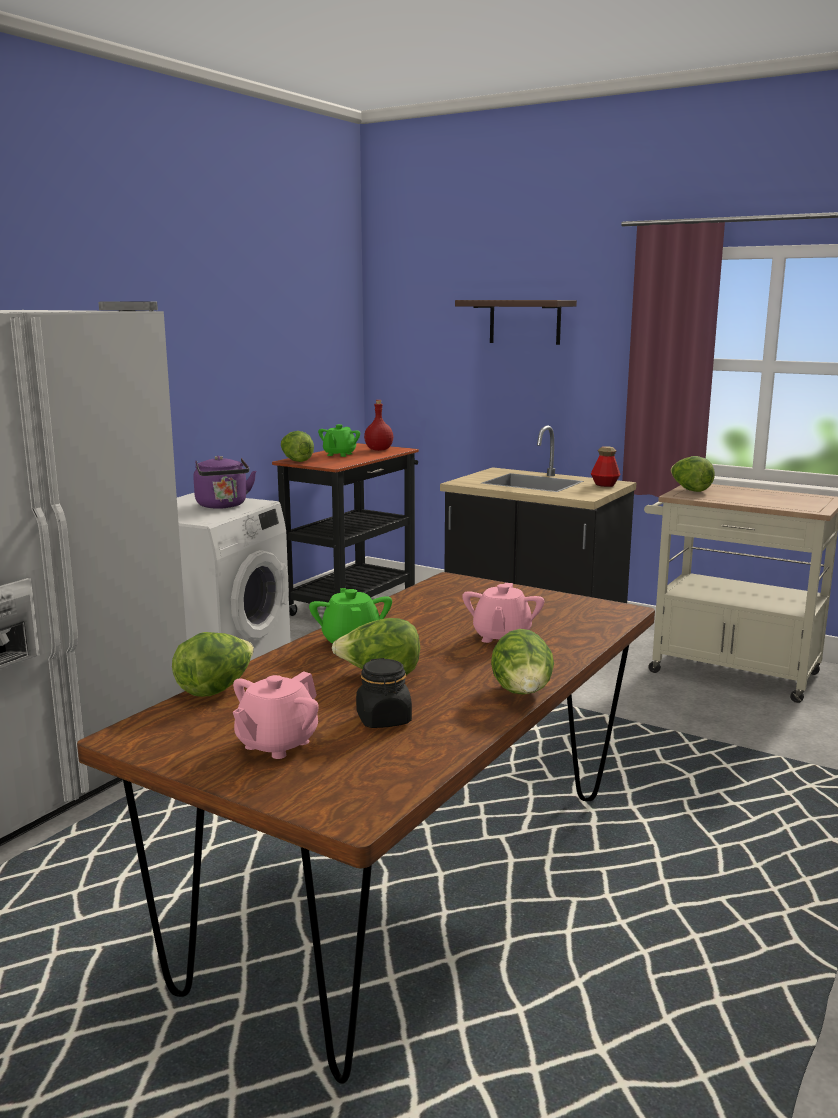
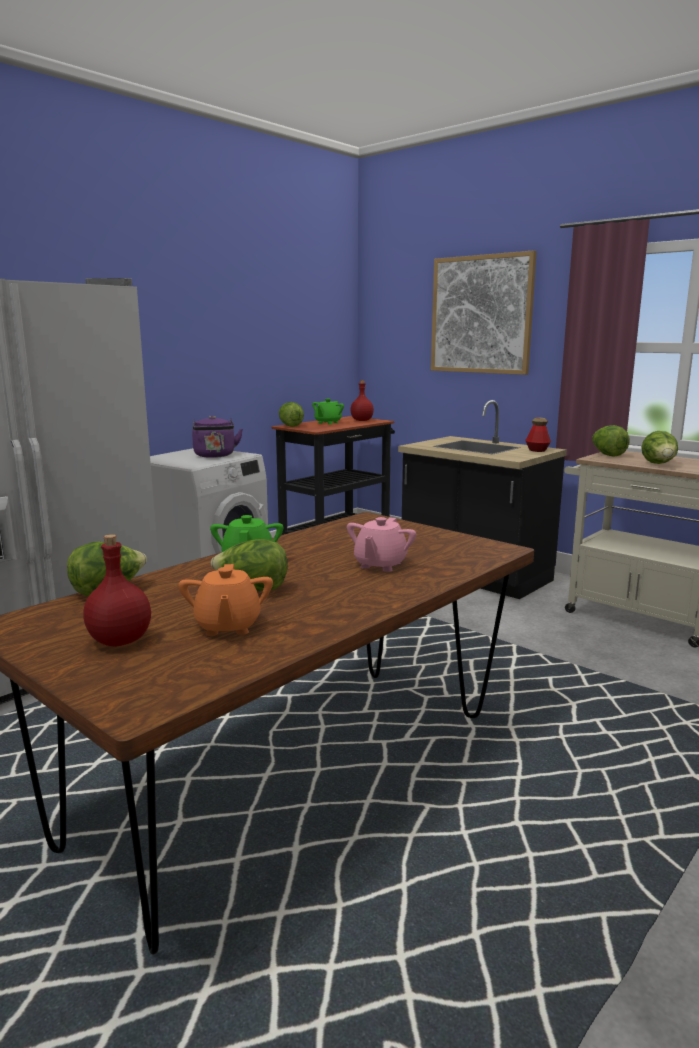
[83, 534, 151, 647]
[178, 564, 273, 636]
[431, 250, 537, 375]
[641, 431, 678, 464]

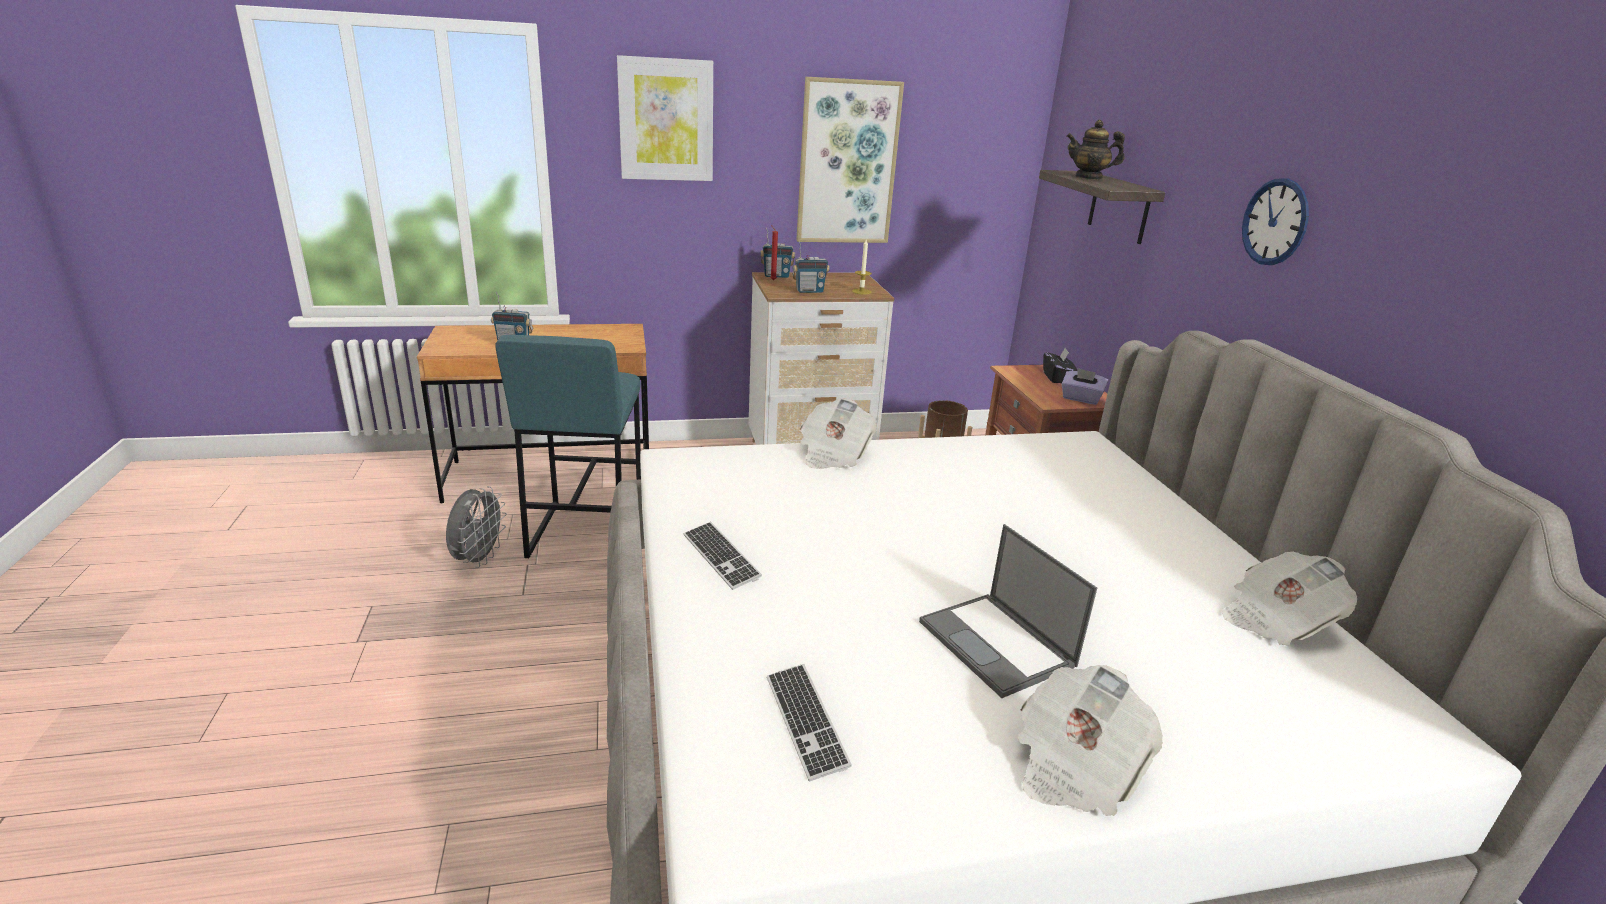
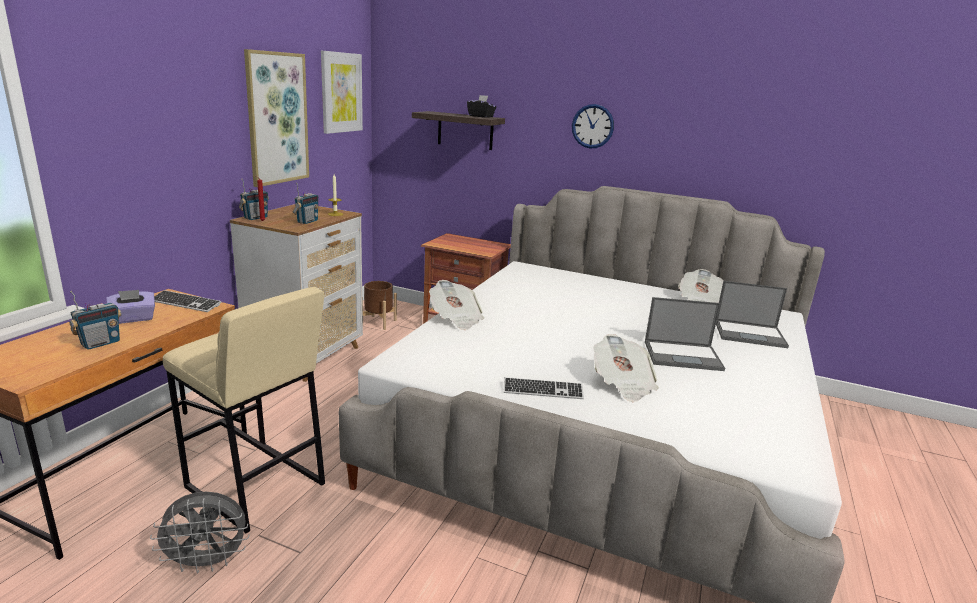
[106, 290, 155, 324]
[150, 492, 249, 574]
[154, 290, 221, 312]
[163, 287, 325, 533]
[321, 51, 363, 134]
[467, 95, 496, 118]
[593, 334, 659, 402]
[716, 281, 789, 348]
[1066, 120, 1125, 179] (first image)

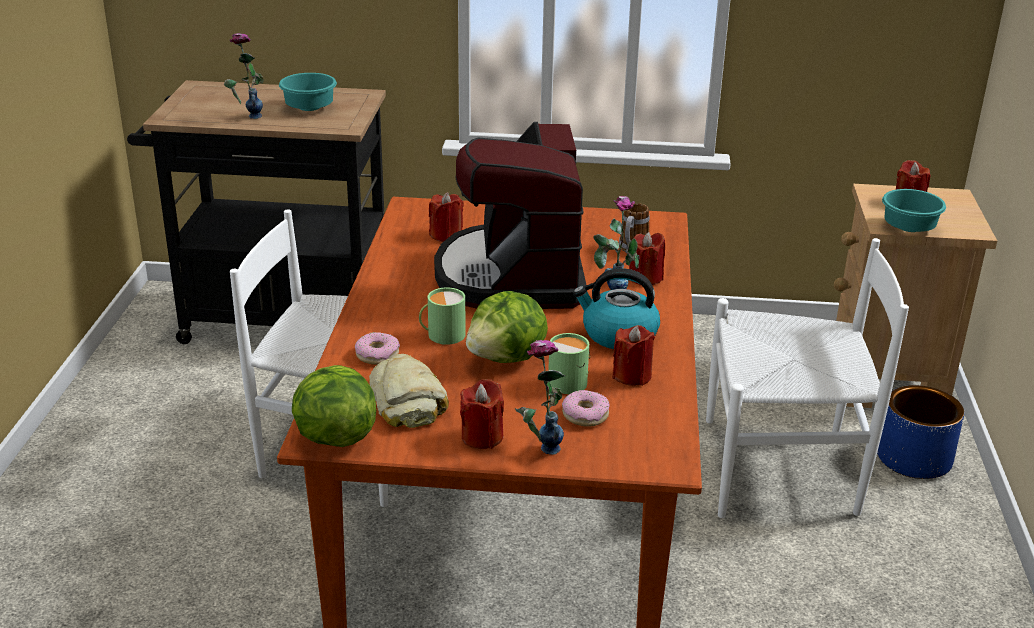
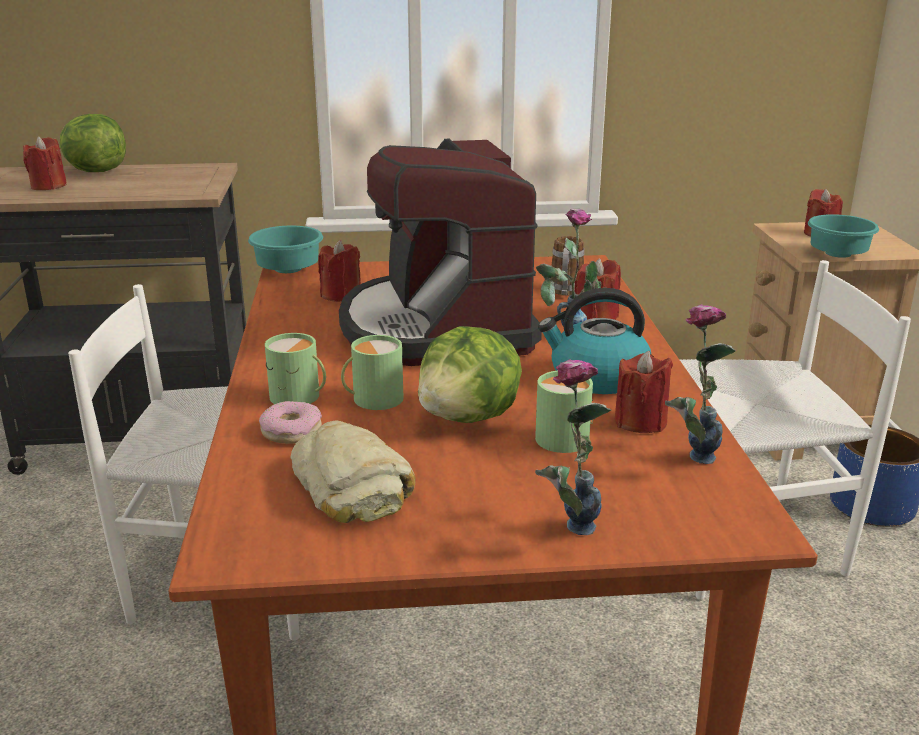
[23, 136, 67, 190]
[60, 114, 126, 172]
[248, 226, 323, 273]
[265, 333, 326, 404]
[665, 304, 736, 464]
[562, 390, 610, 427] (first image)

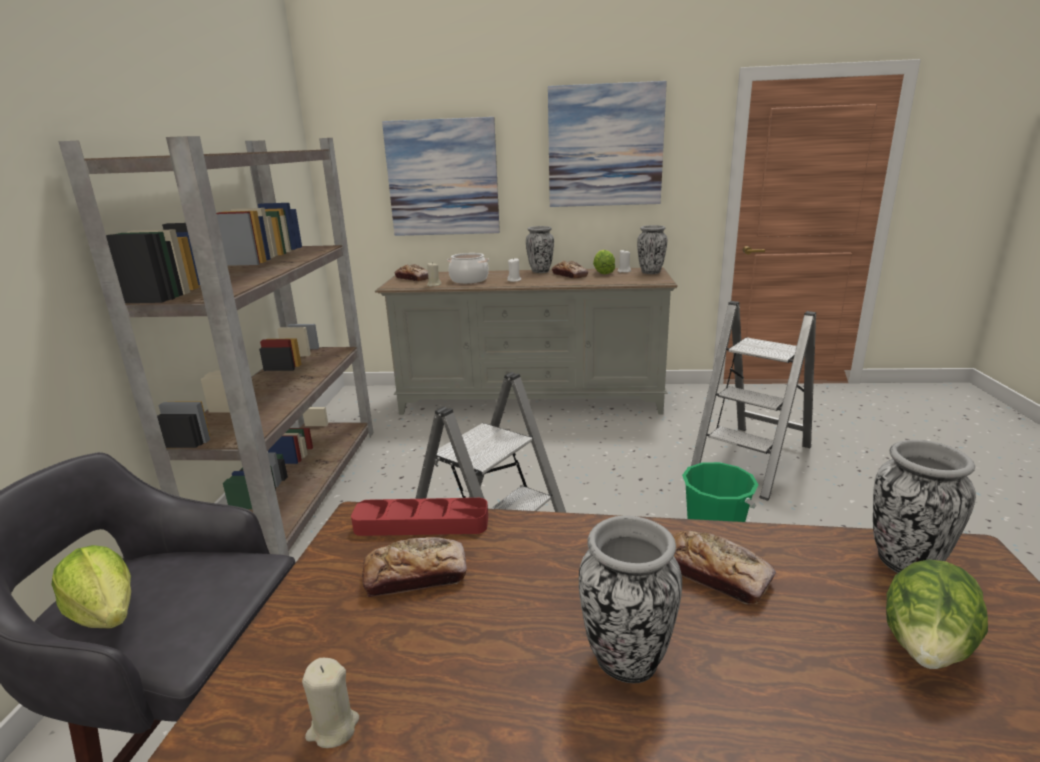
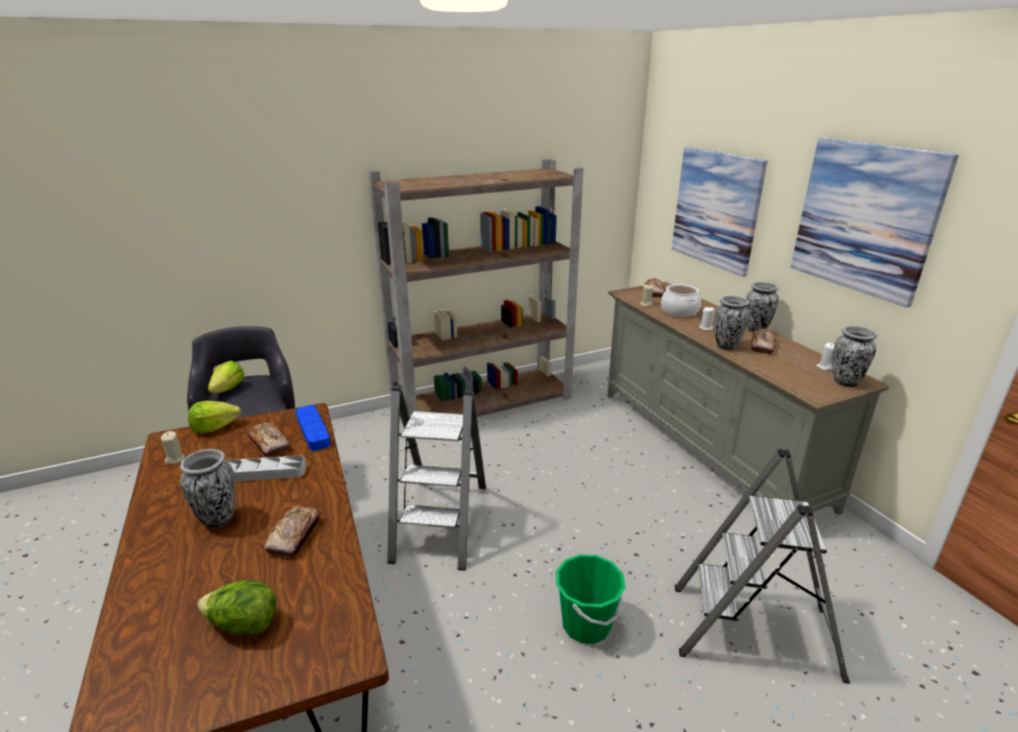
[188, 401, 241, 434]
[226, 456, 306, 481]
[295, 405, 331, 451]
[715, 296, 750, 350]

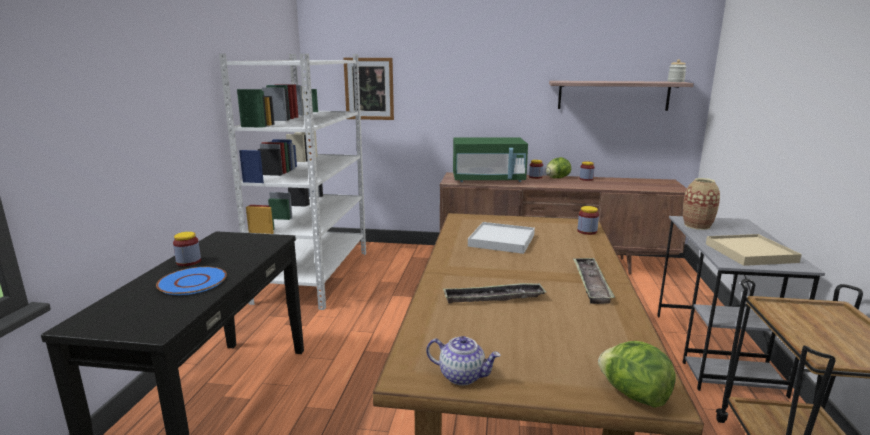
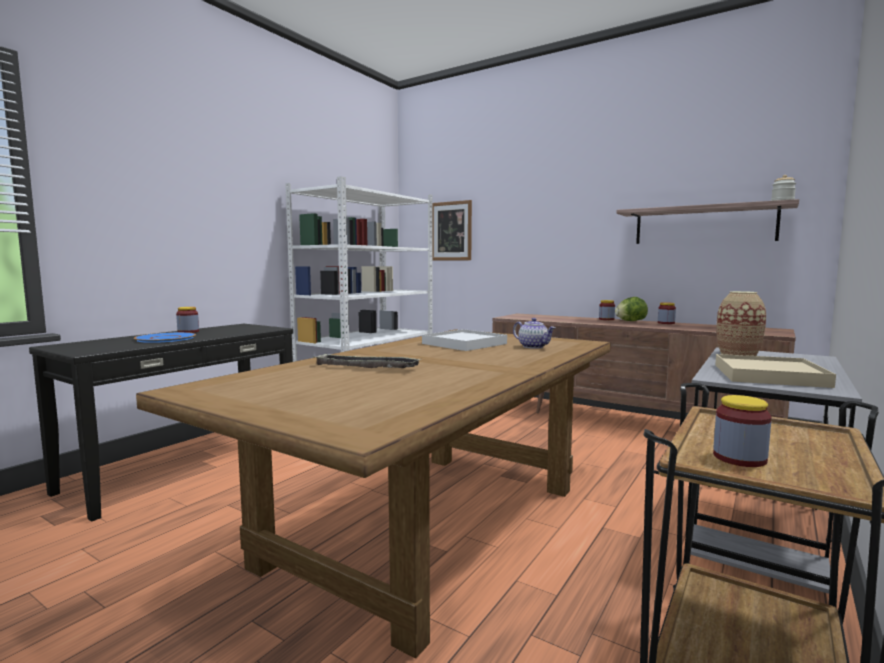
[513, 318, 556, 349]
[713, 395, 771, 467]
[453, 137, 528, 182] (first image)
[573, 258, 615, 304] (first image)
[598, 341, 676, 408] (first image)

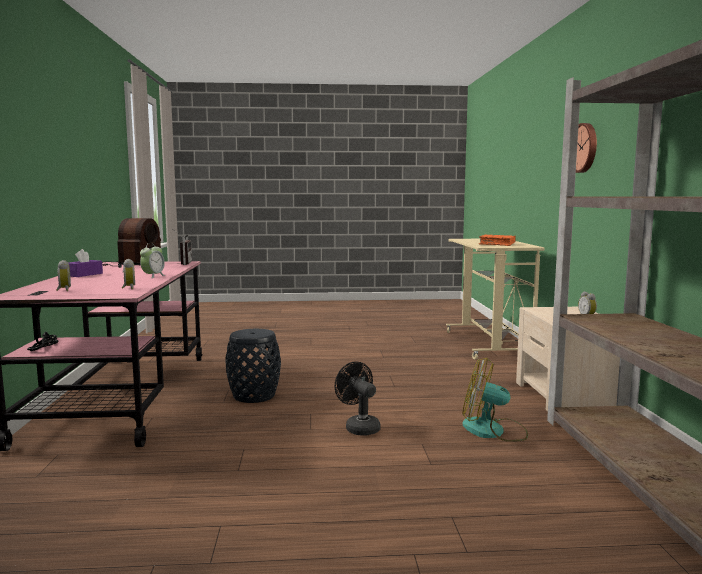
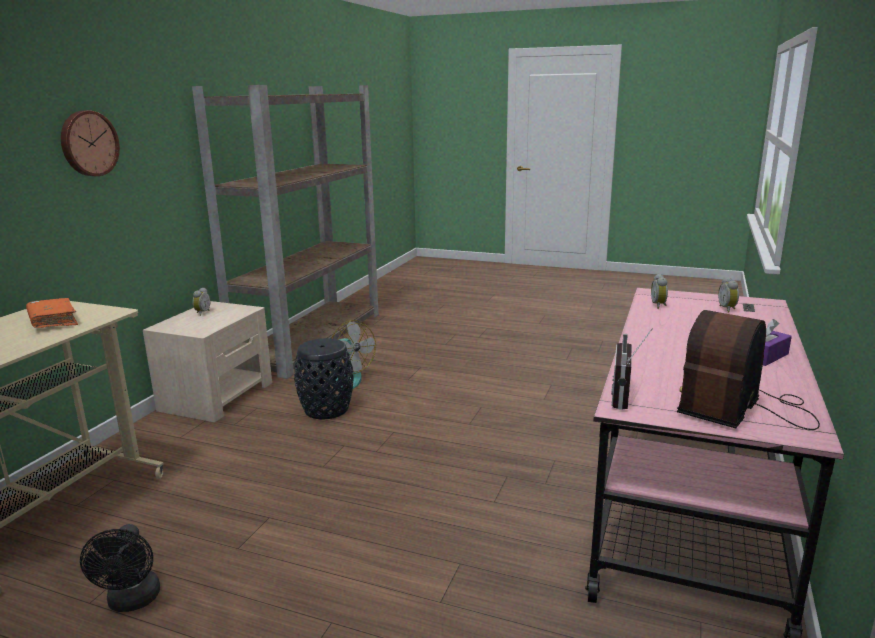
[80, 524, 160, 612]
[294, 338, 354, 419]
[140, 243, 165, 278] (first image)

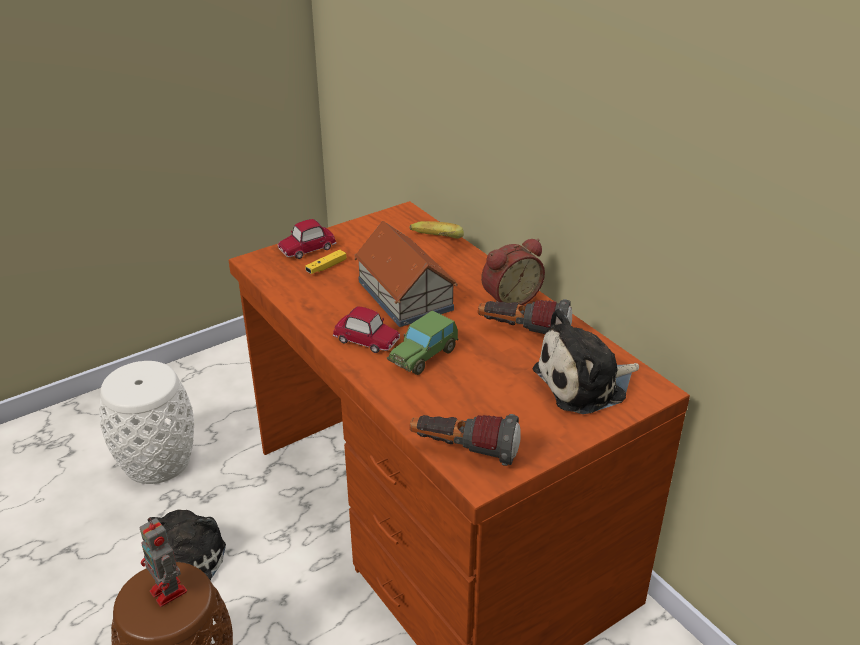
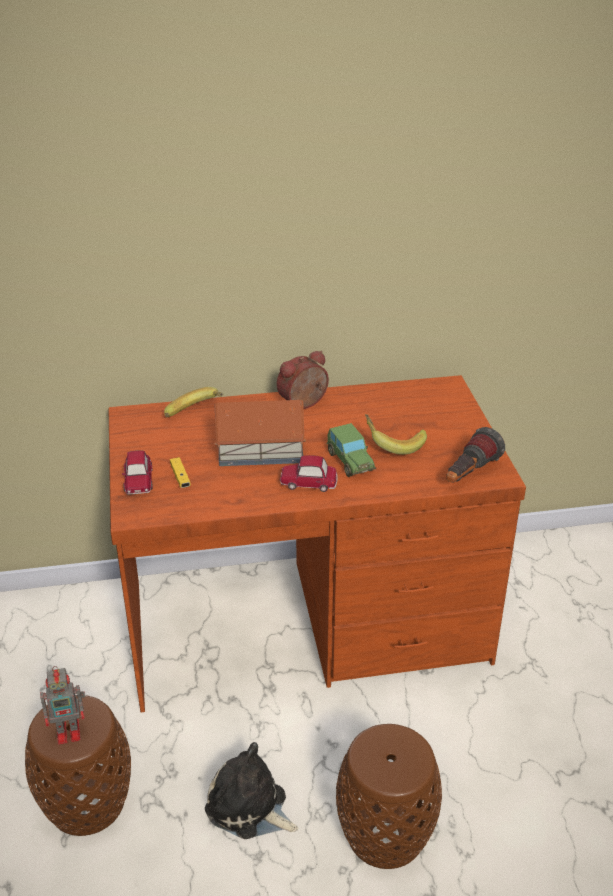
[25, 695, 131, 836]
[40, 666, 85, 745]
[277, 350, 329, 409]
[280, 455, 338, 492]
[365, 414, 427, 455]
[478, 299, 572, 334] (first image)
[533, 309, 639, 414] (first image)

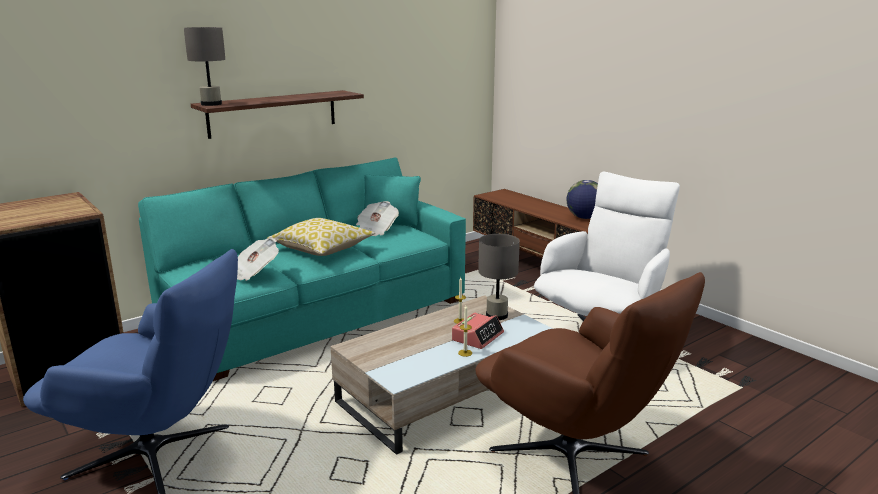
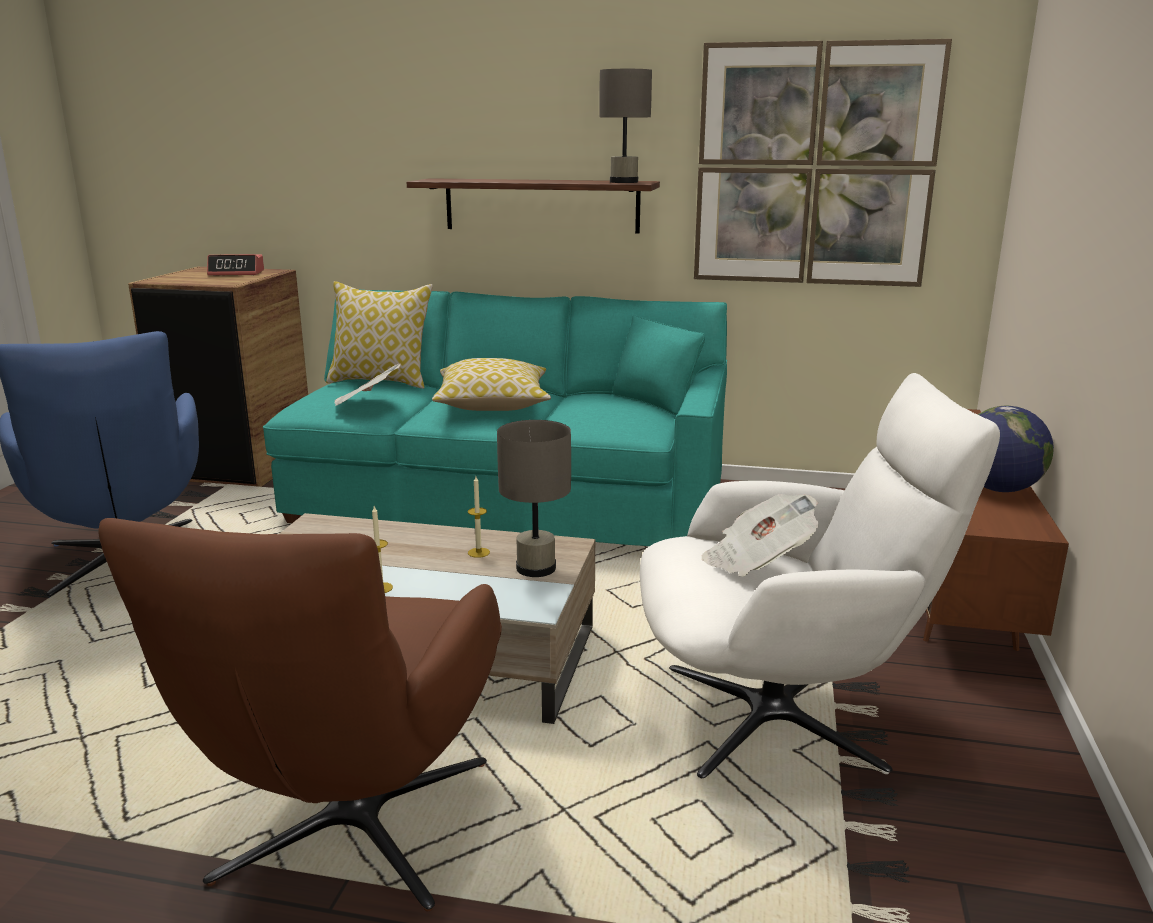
[207, 254, 264, 276]
[326, 281, 433, 389]
[599, 69, 652, 183]
[694, 39, 952, 287]
[702, 494, 819, 576]

